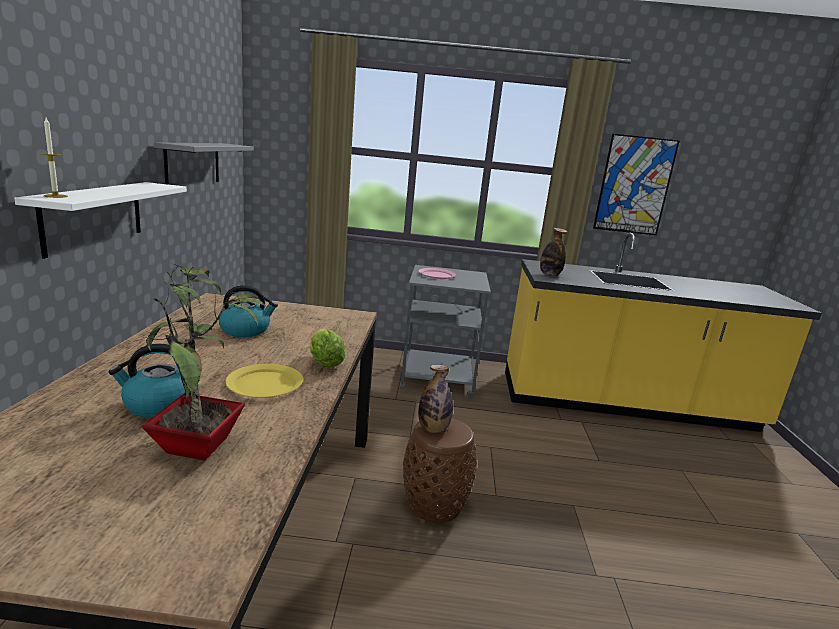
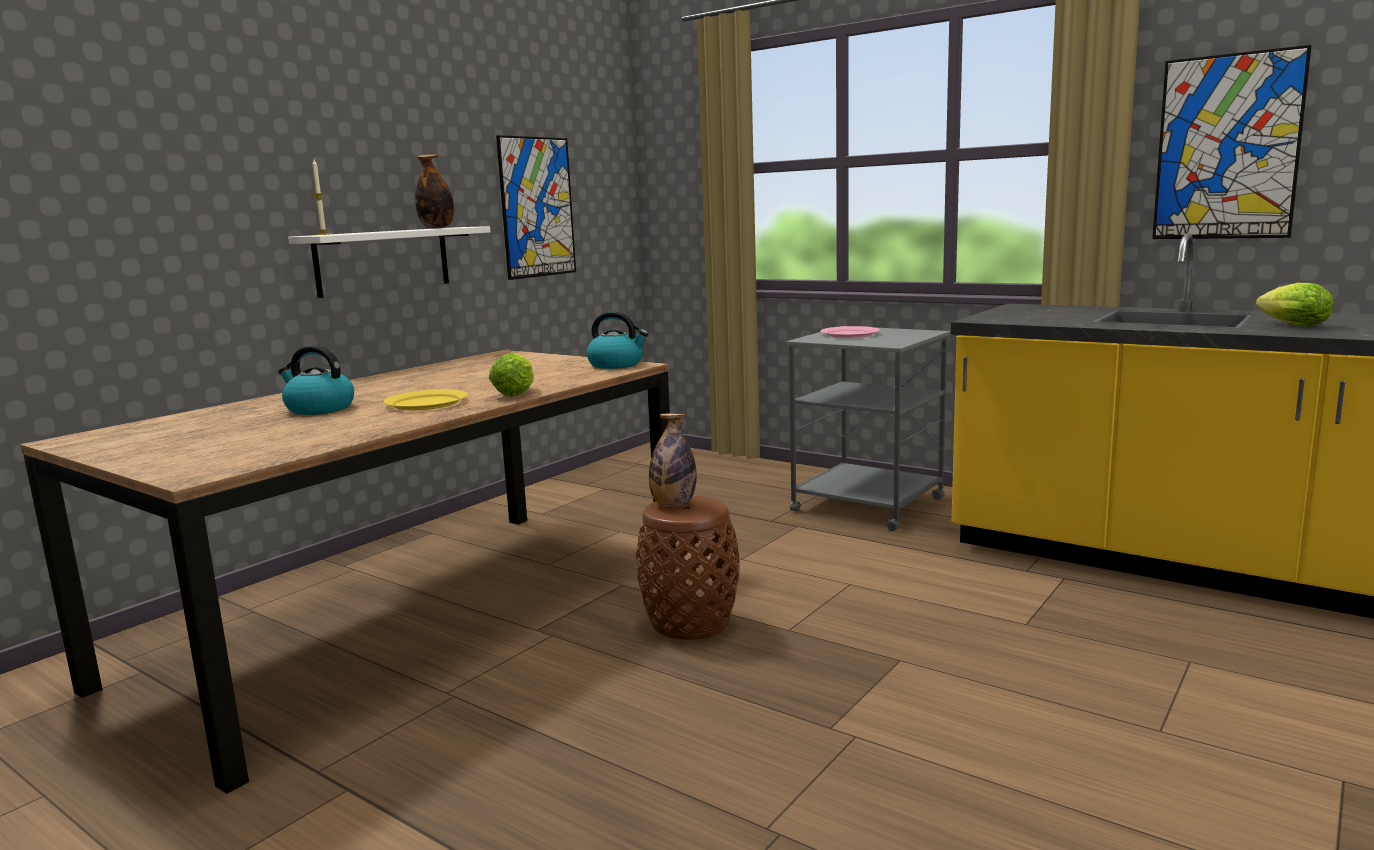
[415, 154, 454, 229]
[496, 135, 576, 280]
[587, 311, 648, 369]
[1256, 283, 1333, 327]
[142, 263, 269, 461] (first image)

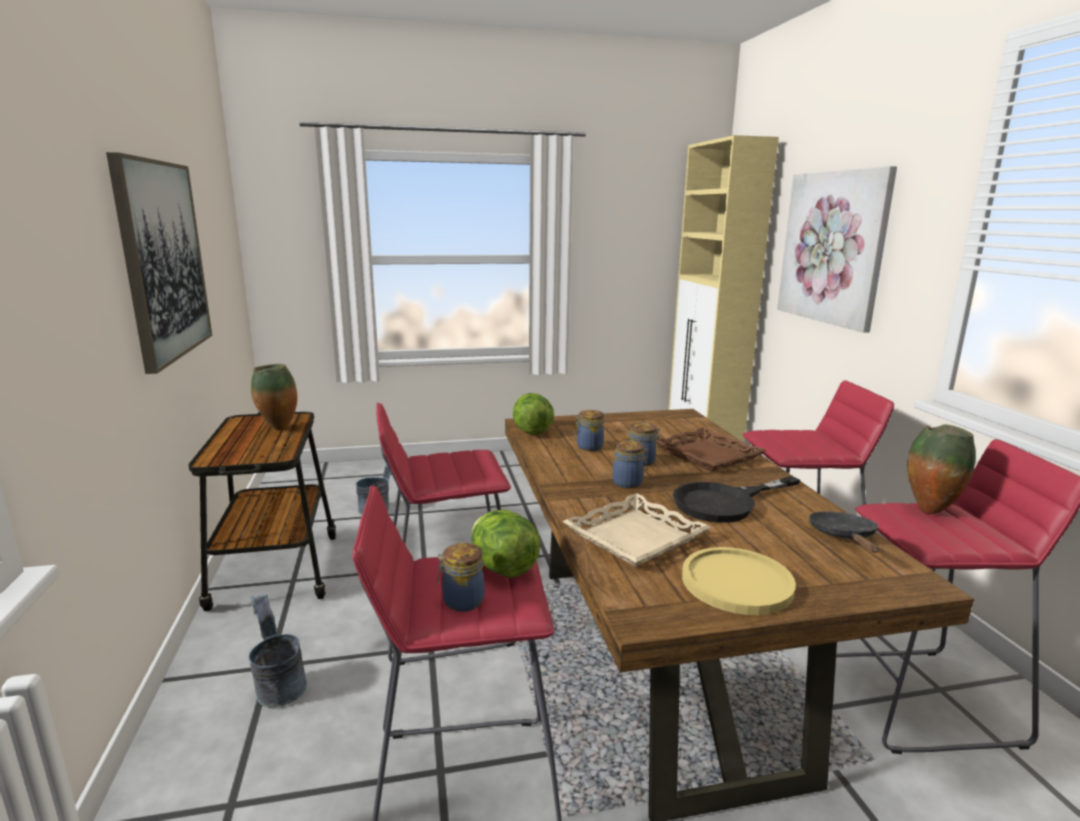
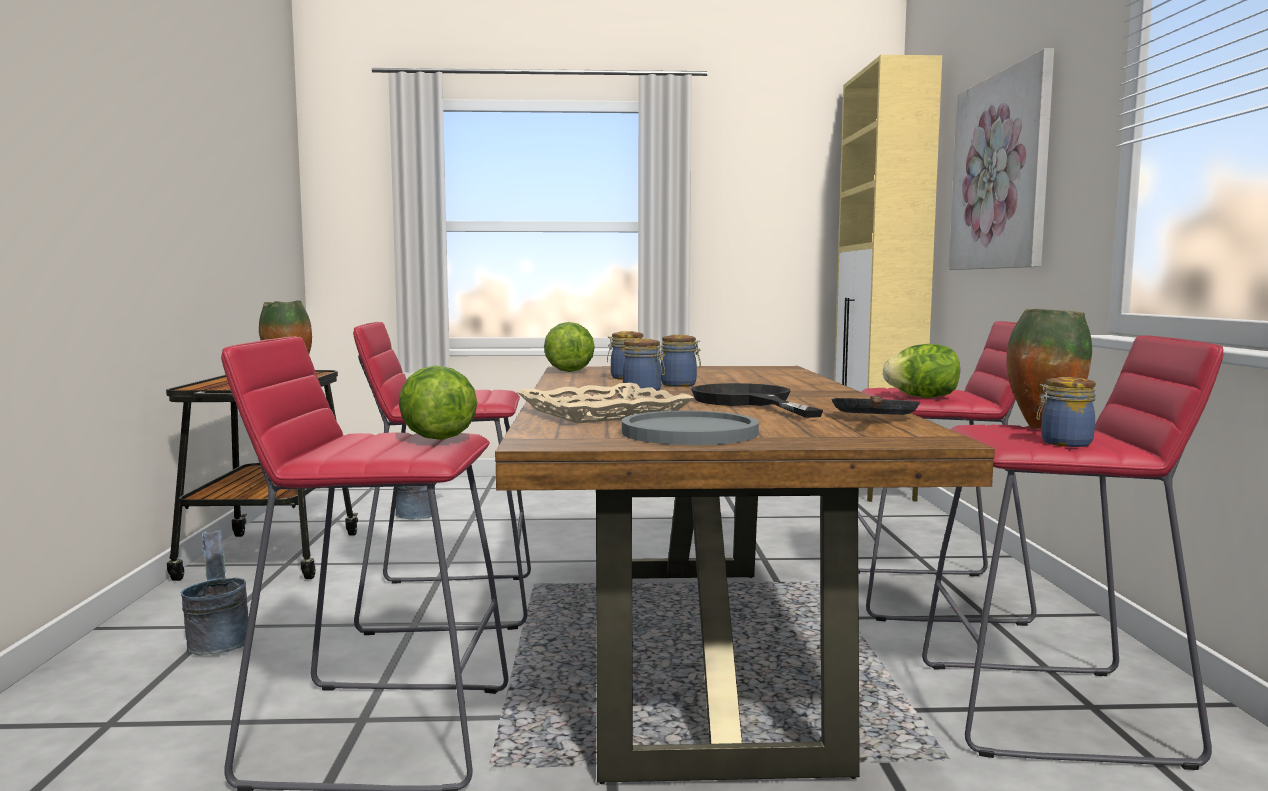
[622, 411, 759, 445]
[691, 383, 823, 418]
[883, 344, 960, 398]
[1037, 377, 1096, 447]
[106, 152, 212, 374] (first image)
[655, 427, 766, 471] (first image)

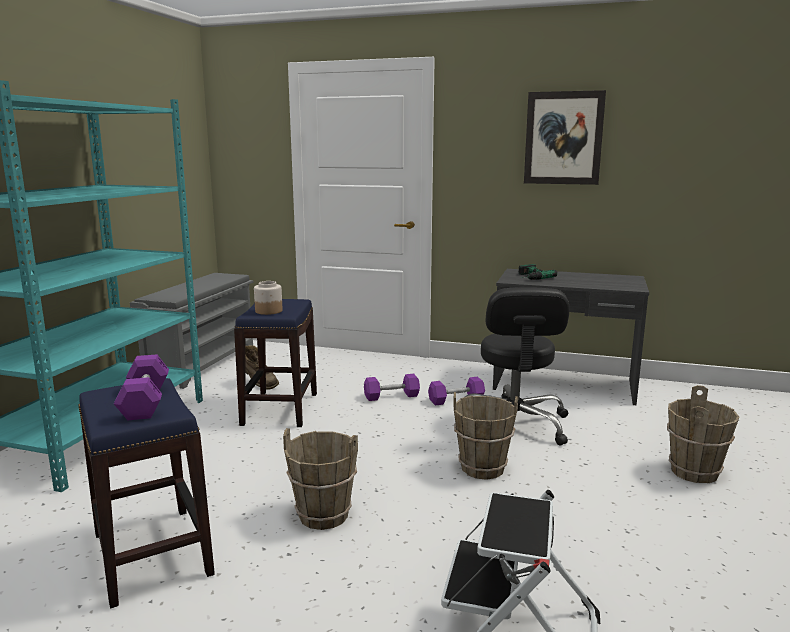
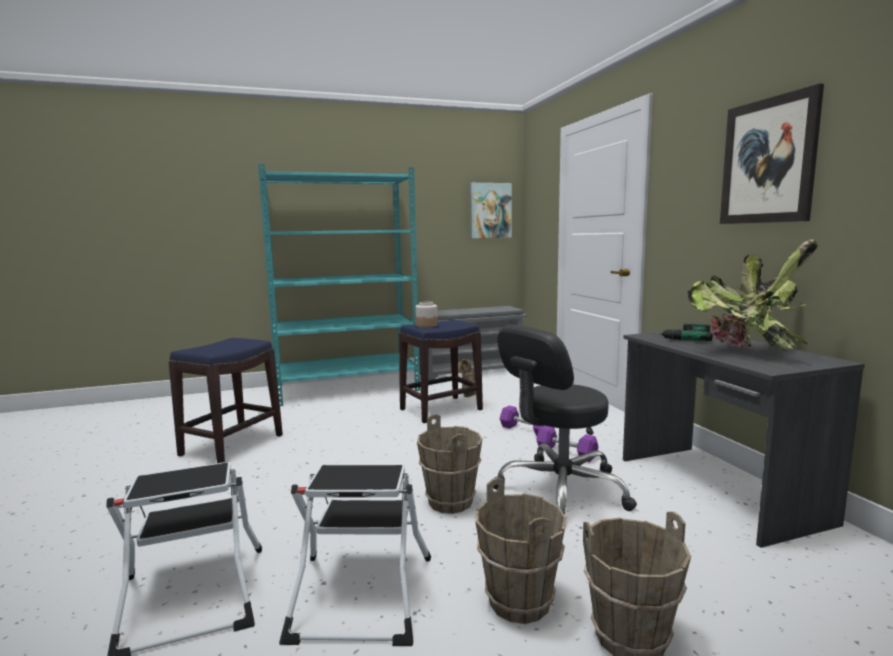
[279, 464, 431, 646]
[470, 183, 512, 238]
[475, 478, 567, 624]
[688, 239, 817, 352]
[114, 354, 169, 420] (first image)

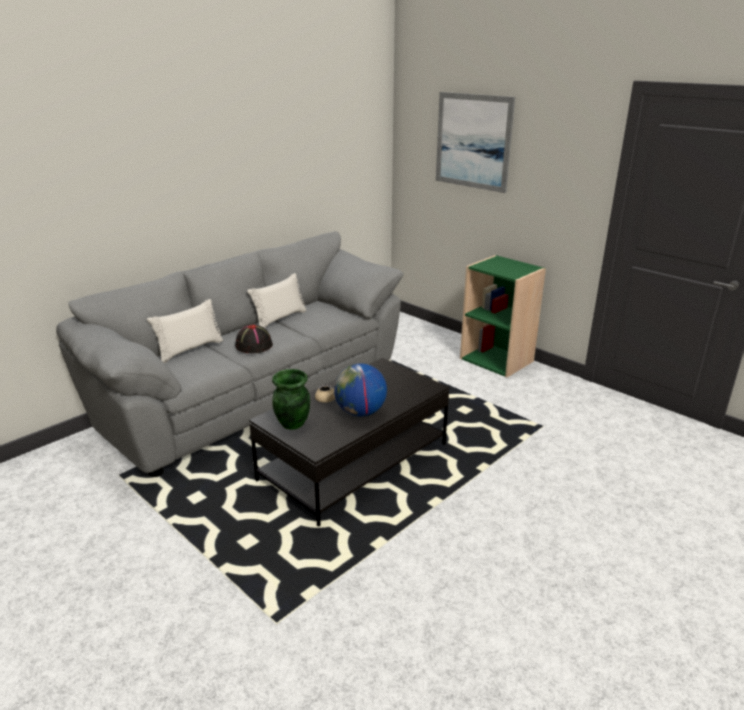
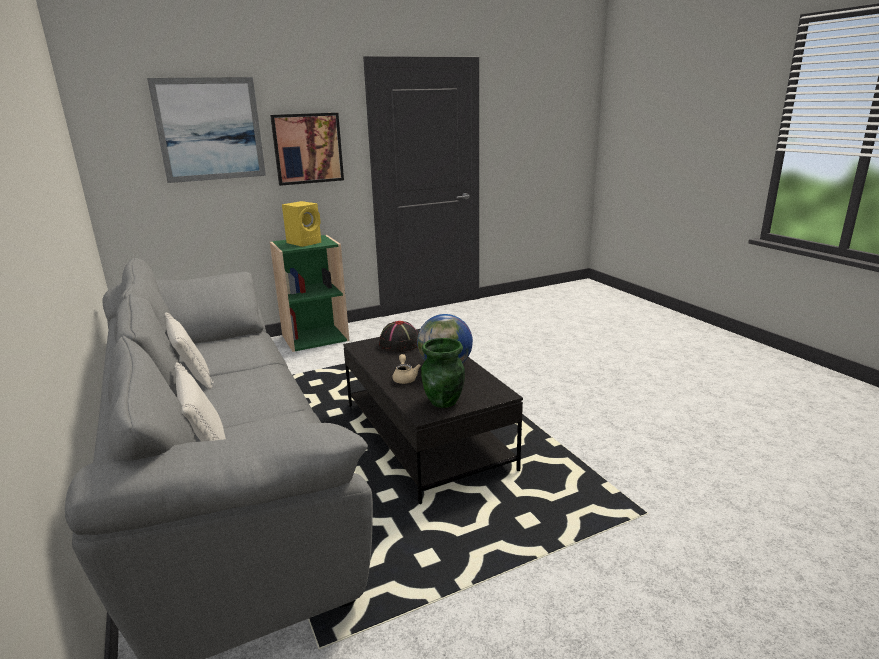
[270, 113, 344, 186]
[282, 201, 321, 247]
[379, 321, 418, 352]

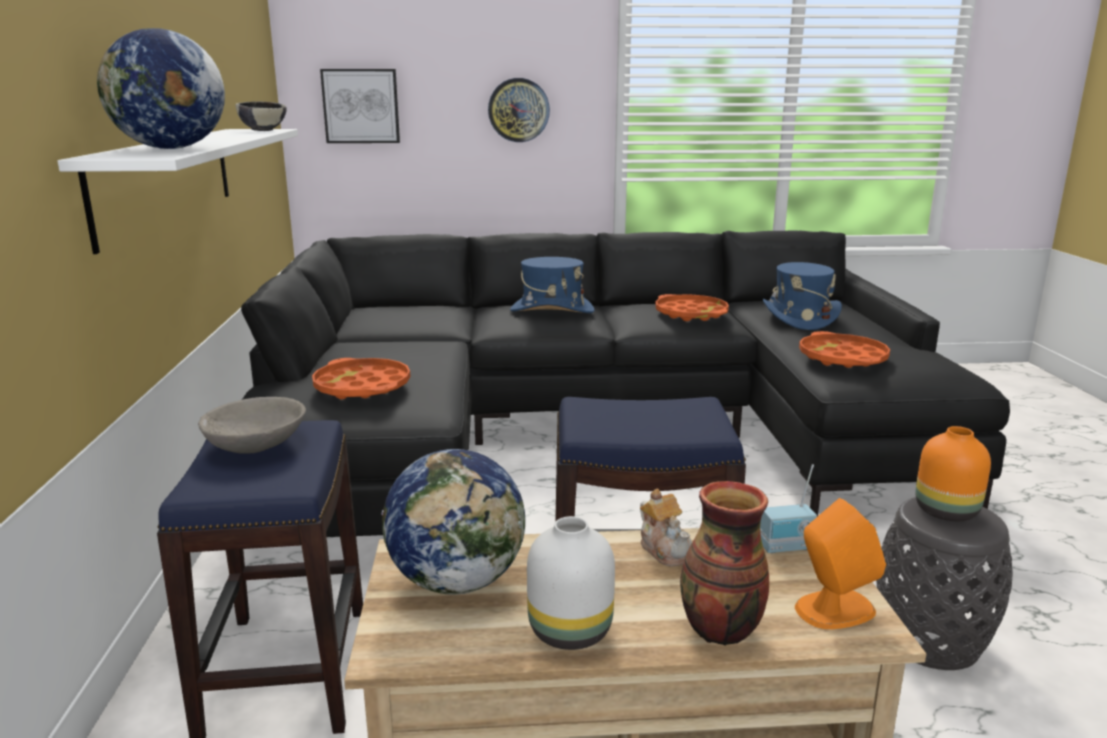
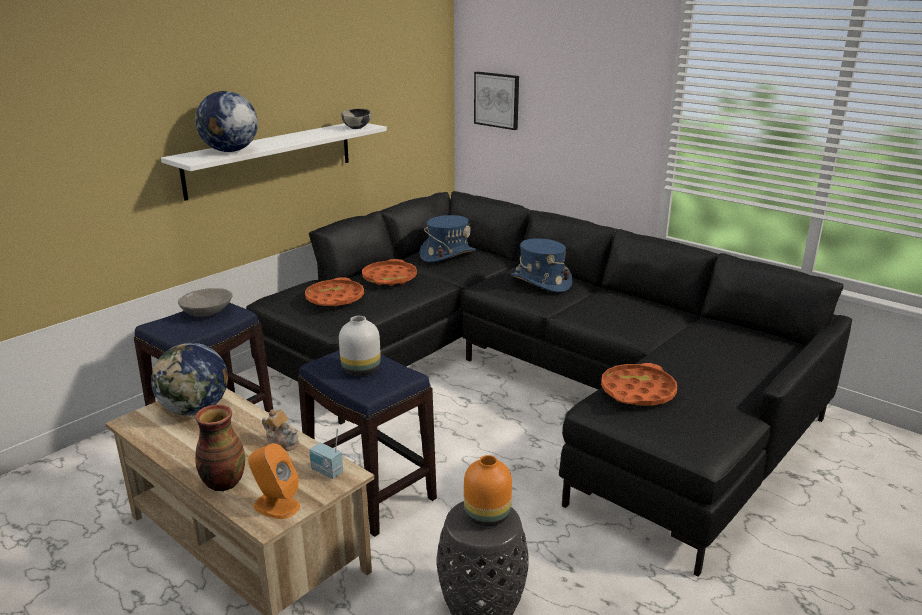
[262, 409, 299, 451]
[339, 316, 381, 376]
[362, 259, 417, 286]
[420, 215, 476, 262]
[488, 78, 550, 142] (first image)

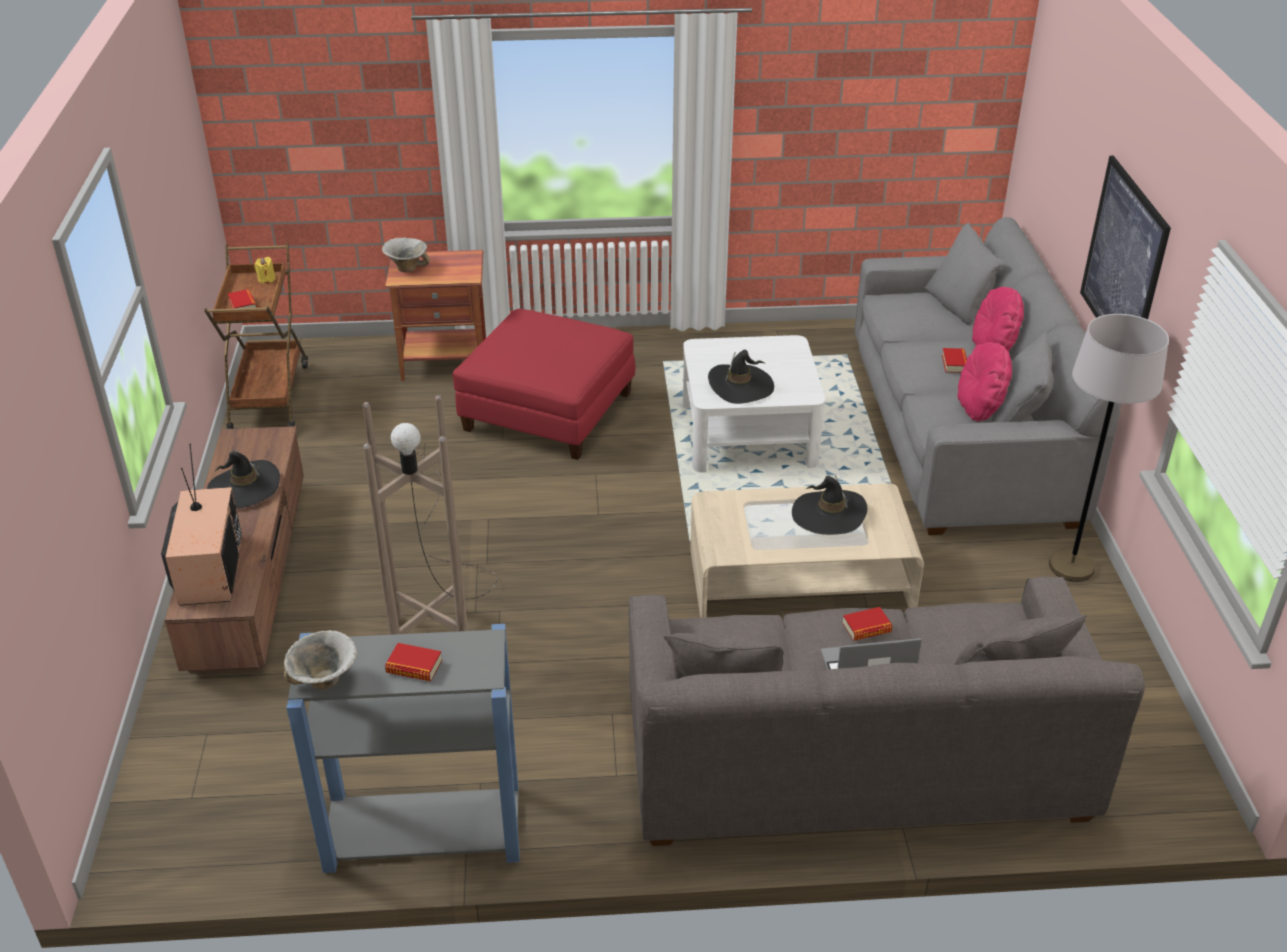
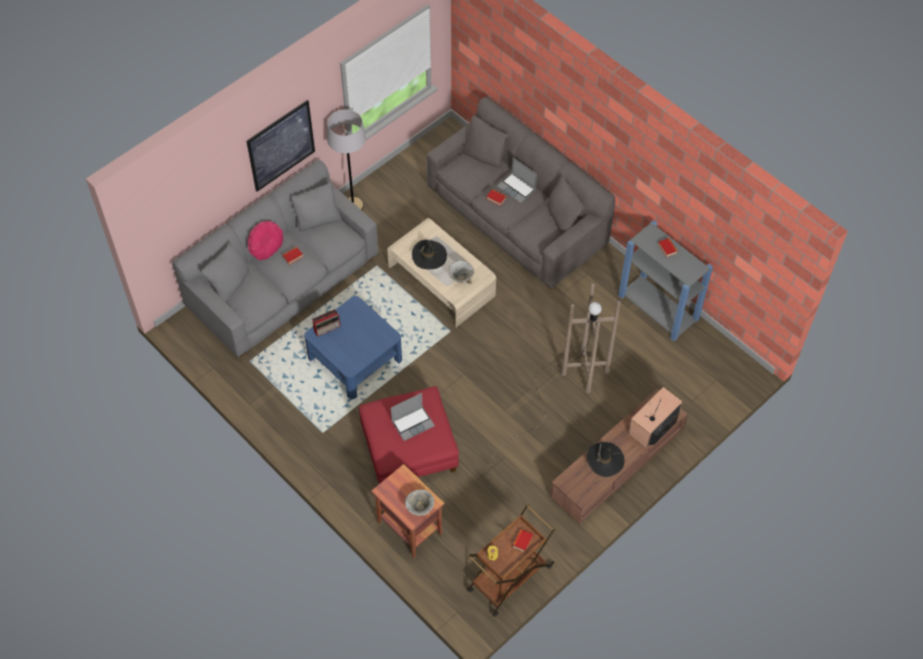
[304, 296, 402, 399]
[312, 309, 341, 337]
[391, 393, 435, 441]
[448, 260, 474, 284]
[708, 350, 774, 404] (first image)
[957, 342, 1012, 422] (first image)

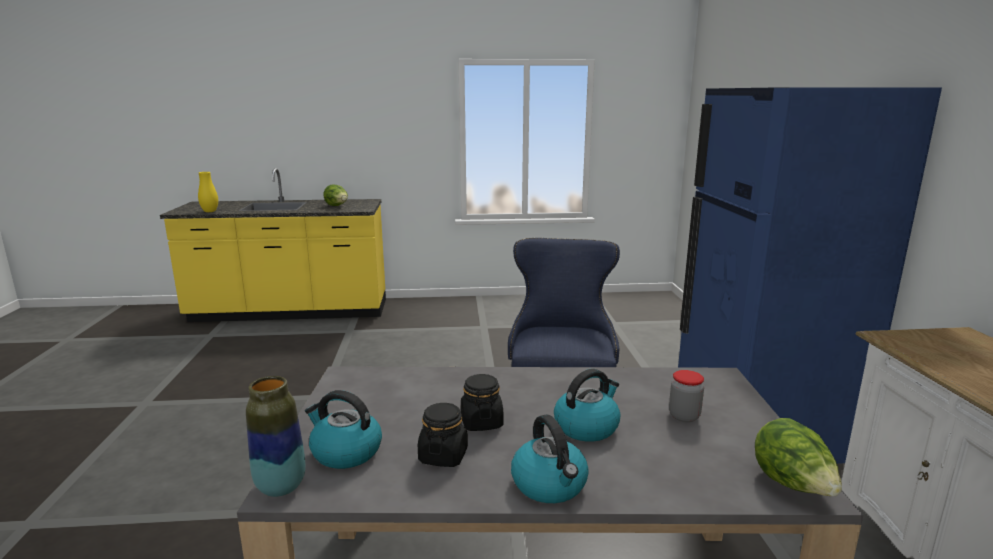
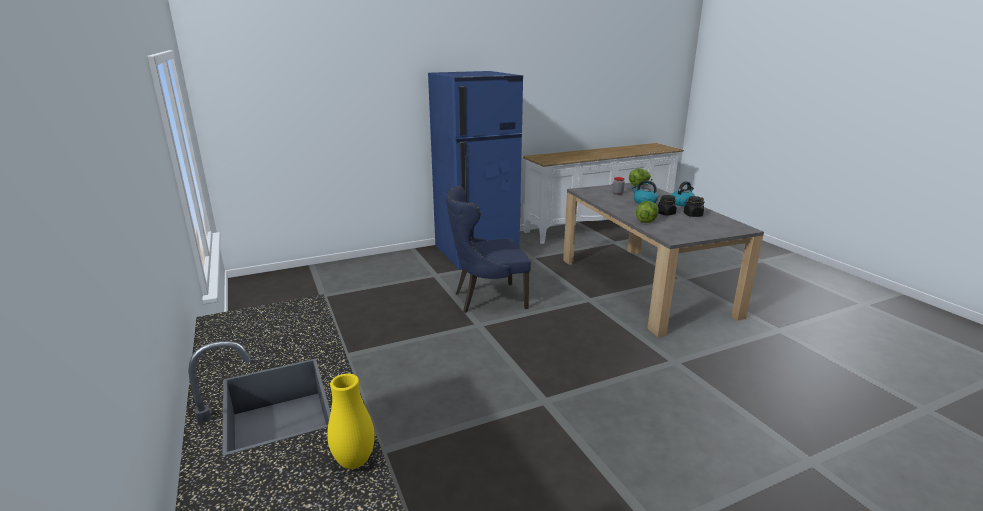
[636, 201, 659, 223]
[246, 376, 306, 497] (first image)
[305, 390, 382, 469] (first image)

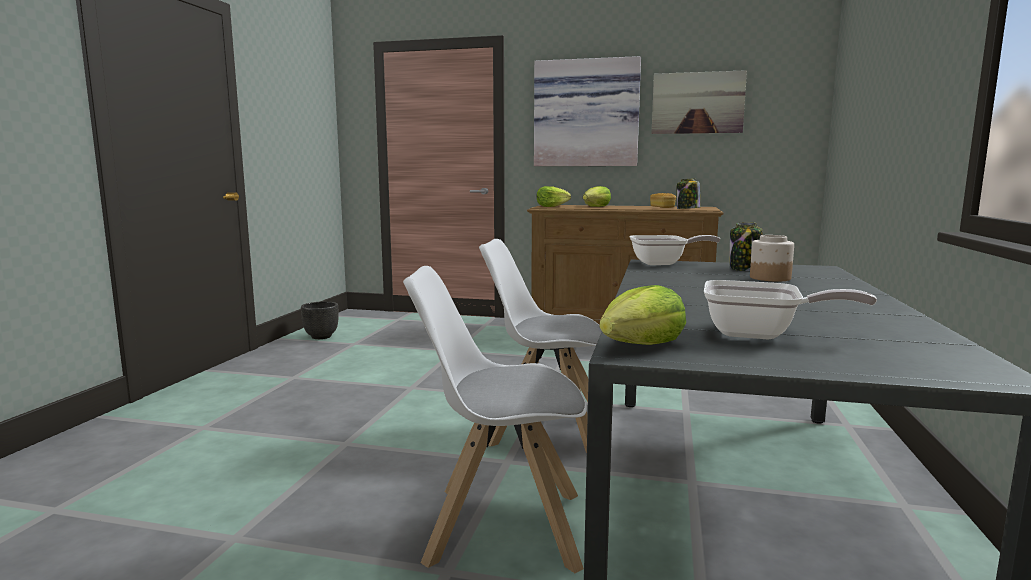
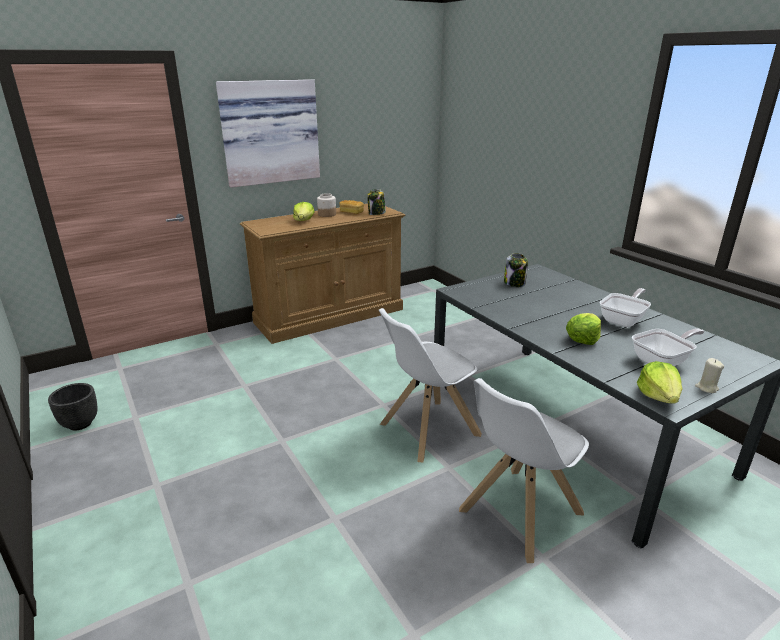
[317, 193, 336, 217]
[566, 313, 601, 345]
[599, 288, 651, 327]
[695, 358, 724, 393]
[651, 70, 747, 134] (first image)

